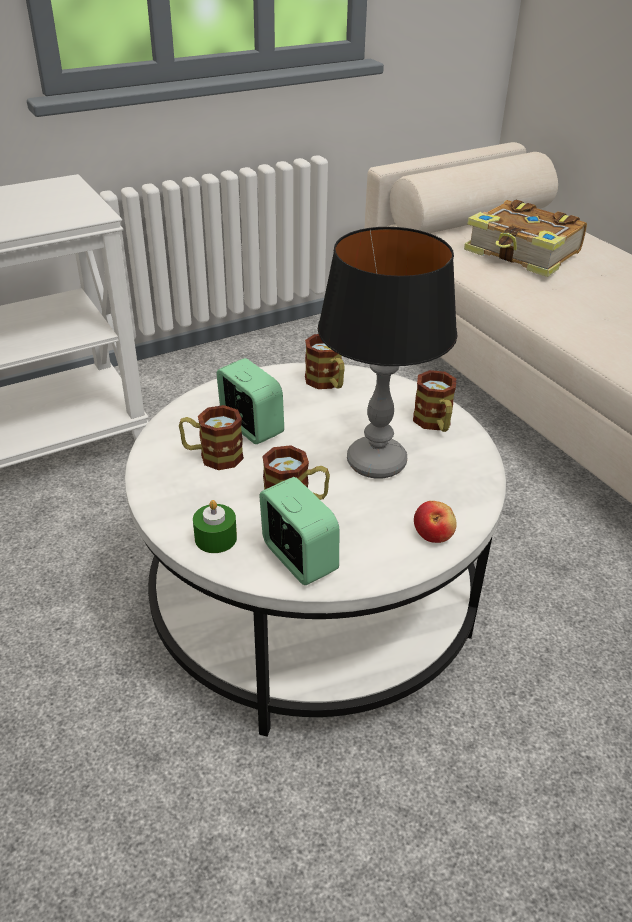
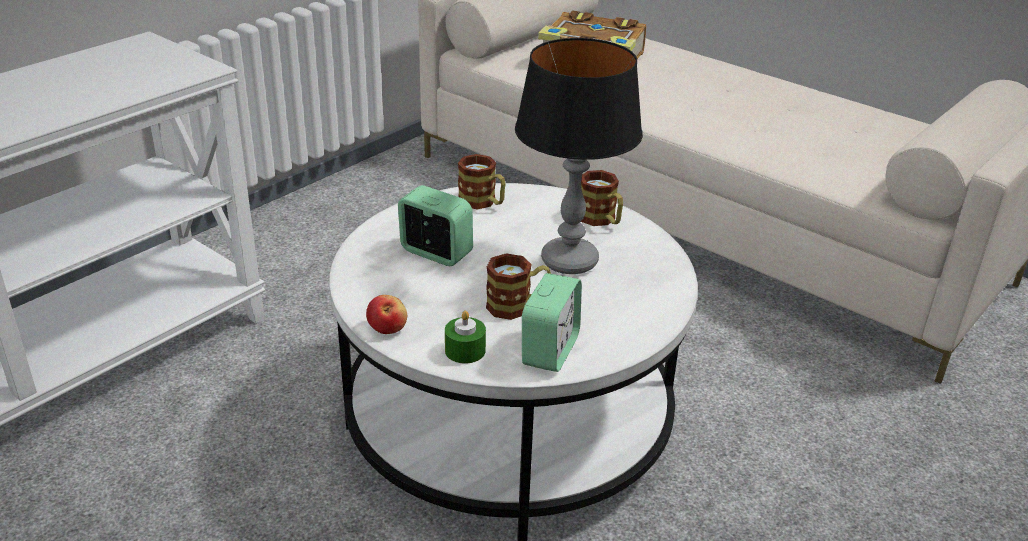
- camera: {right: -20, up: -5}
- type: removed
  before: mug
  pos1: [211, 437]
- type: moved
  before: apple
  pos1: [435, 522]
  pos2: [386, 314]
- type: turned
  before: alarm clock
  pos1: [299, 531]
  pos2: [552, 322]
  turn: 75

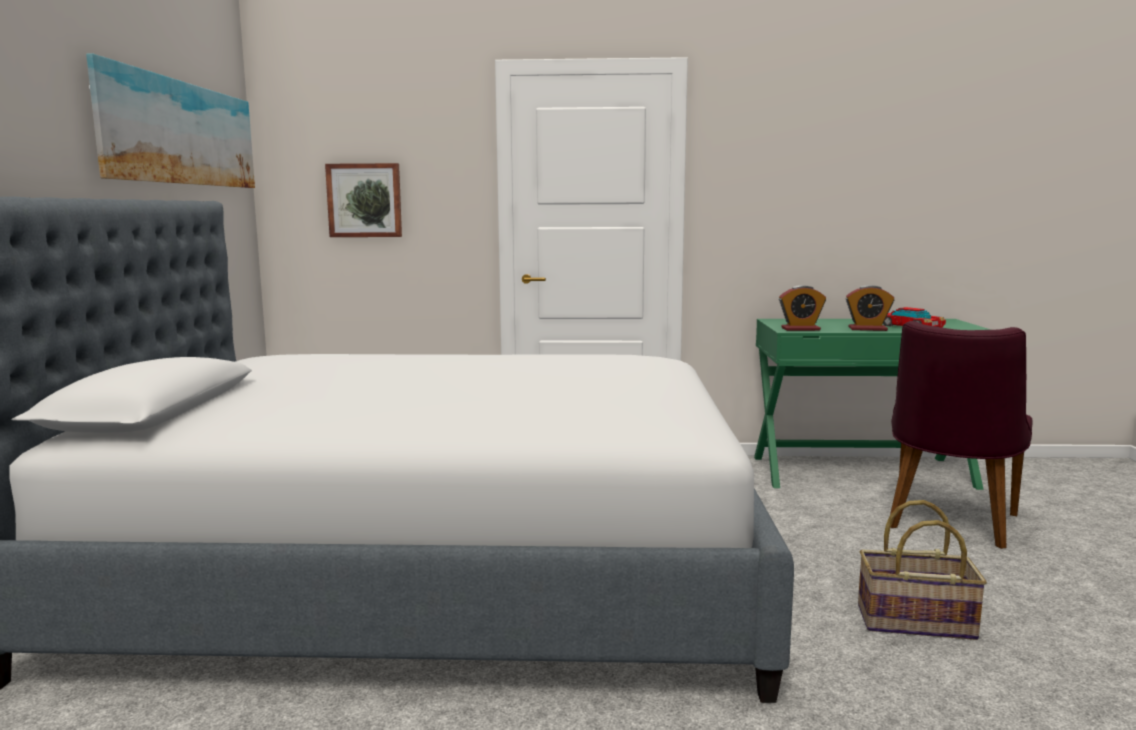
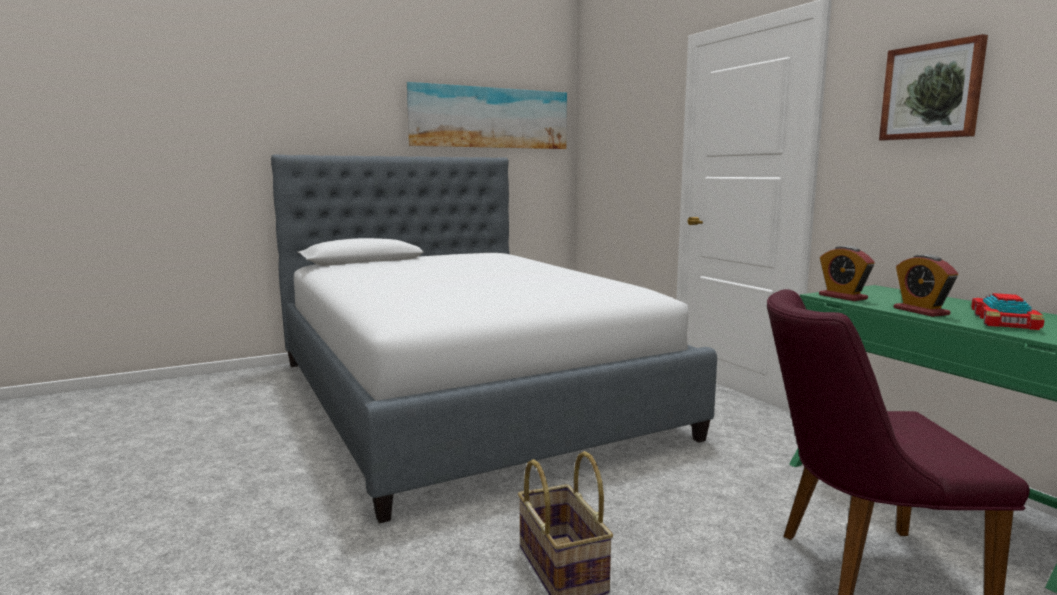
- camera: {right: 60, up: 0}
- type: moved
  before: picture
  pos1: [363, 200]
  pos2: [933, 87]

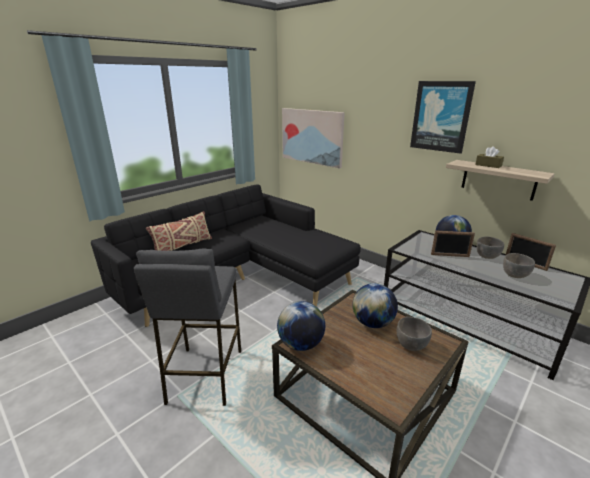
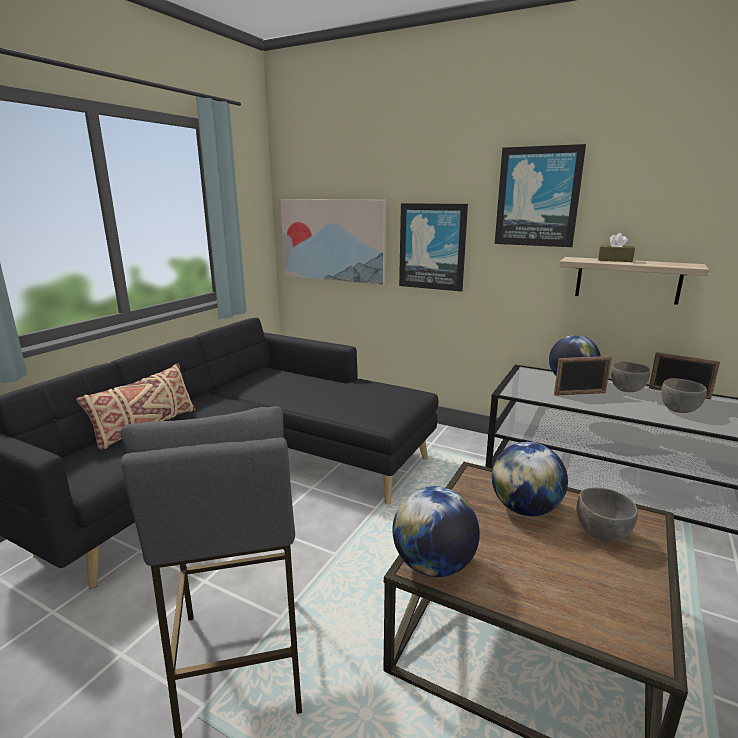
- camera: {right: -15, up: -5}
- type: added
  after: picture
  pos2: [433, 247]

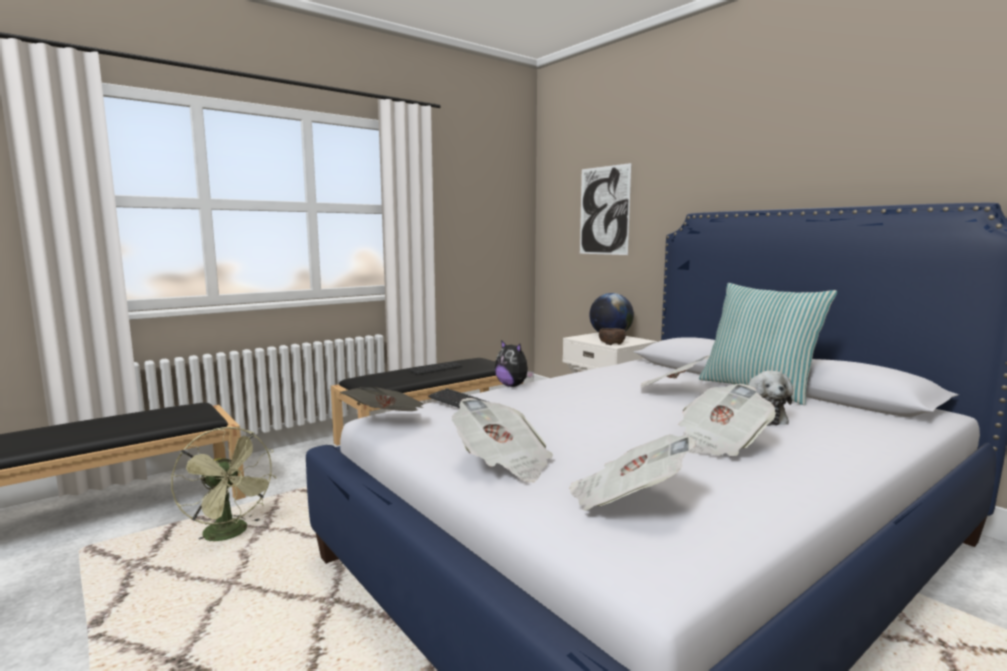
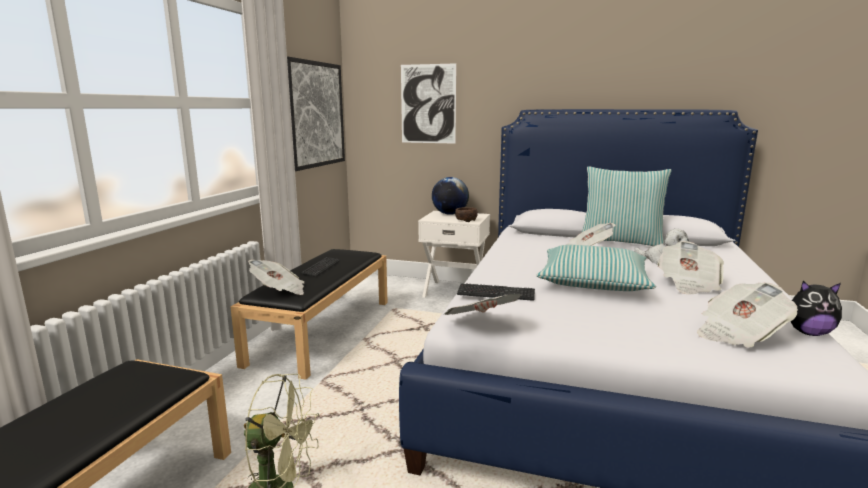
- camera: {right: -35, up: 5}
- type: added
  after: picture
  pos2: [316, 113]
- type: added
  after: pillow
  pos2: [596, 268]
- type: moved
  before: newspaper
  pos1: [502, 440]
  pos2: [276, 277]
- type: moved
  before: plush toy
  pos1: [514, 363]
  pos2: [816, 308]

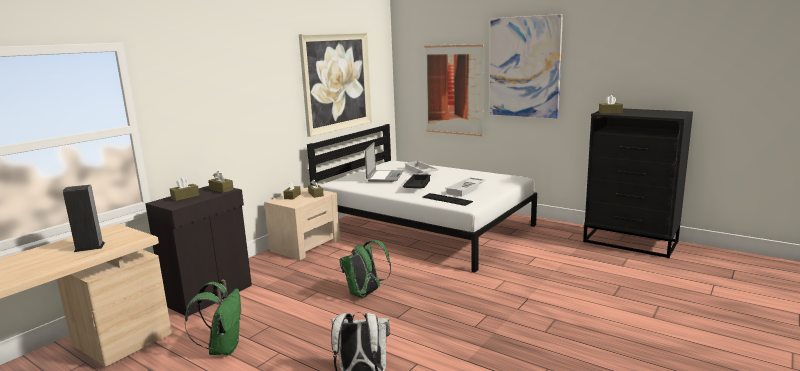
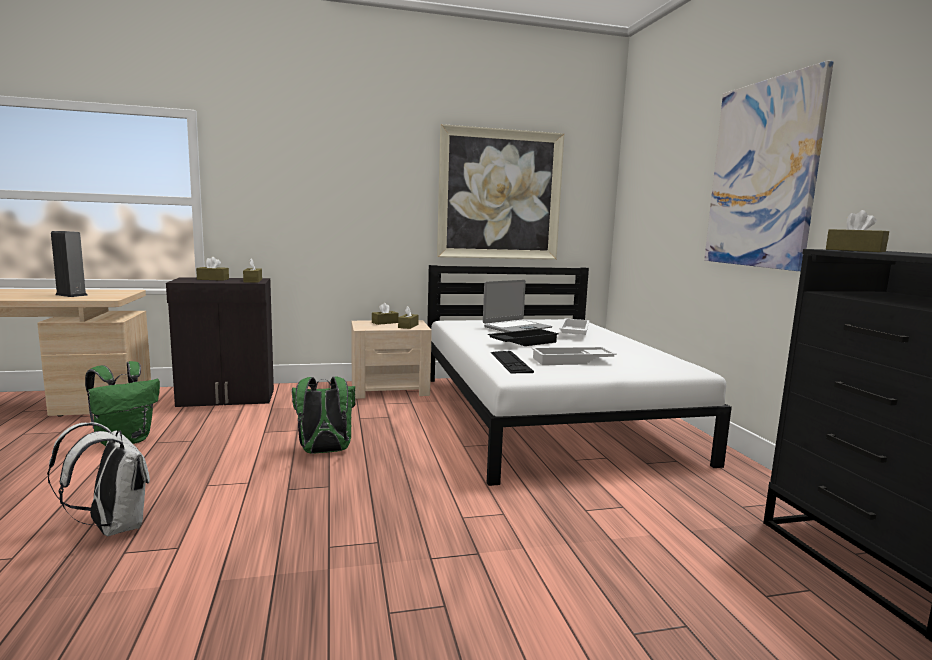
- camera: {right: 40, up: -5}
- type: removed
  before: picture
  pos1: [454, 90]

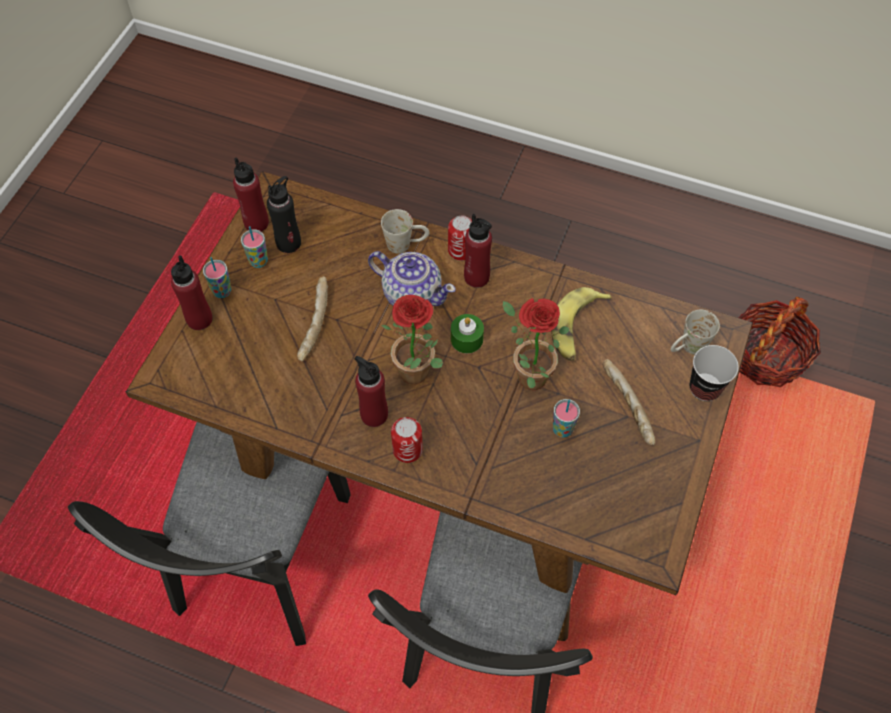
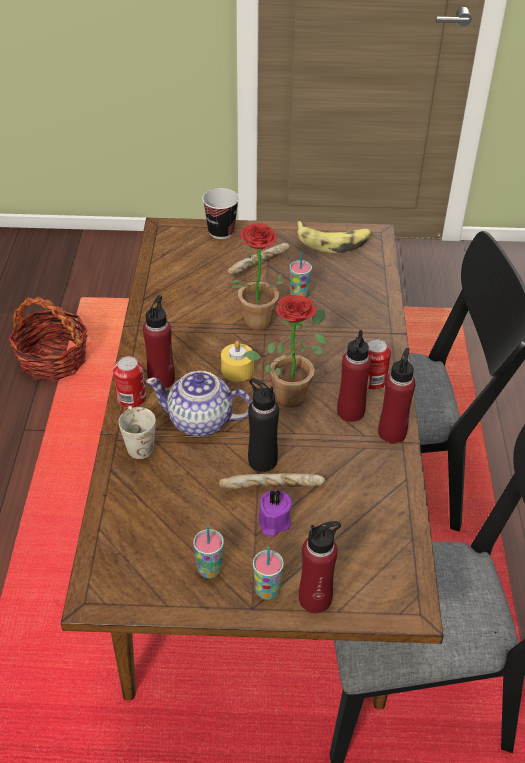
- camera: {right: -110, up: -15}
- type: removed
  before: mug/white
  pos1: [695, 332]
- type: added
  after: candle/purple
  pos2: [275, 512]
- type: moved
  before: bottle/red
  pos1: [251, 195]
  pos2: [397, 396]
- type: moved
  before: bottle/black
  pos1: [284, 214]
  pos2: [263, 425]
- type: moved
  before: banana
  pos1: [581, 324]
  pos2: [333, 237]
- type: recoloured
  before: candle/green
  after: candle/yellow
  pos1: [467, 333]
  pos2: [237, 361]
- type: turned
  before: teapot
  pos1: [412, 278]
  pos2: [199, 404]
  turn: -90

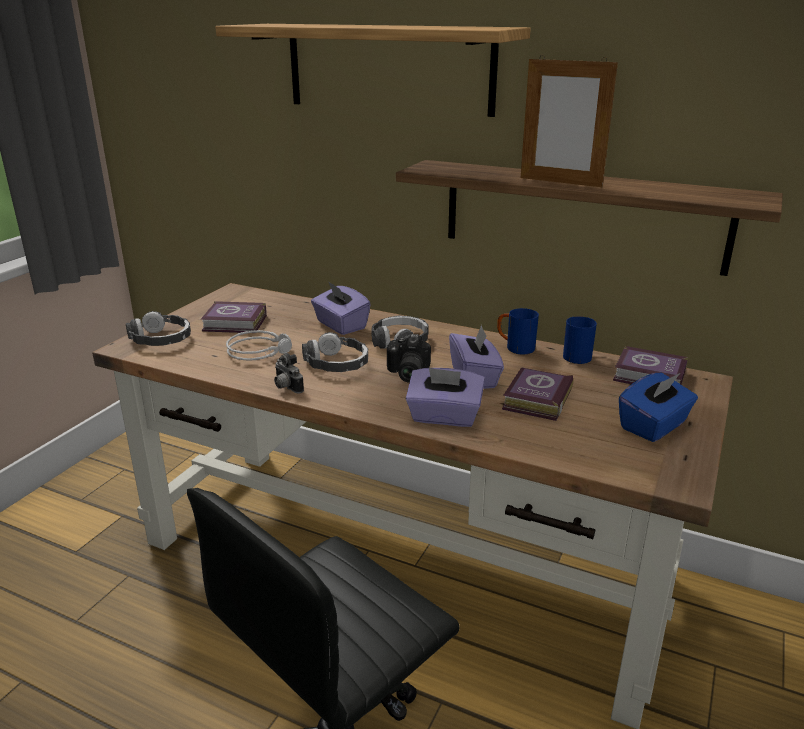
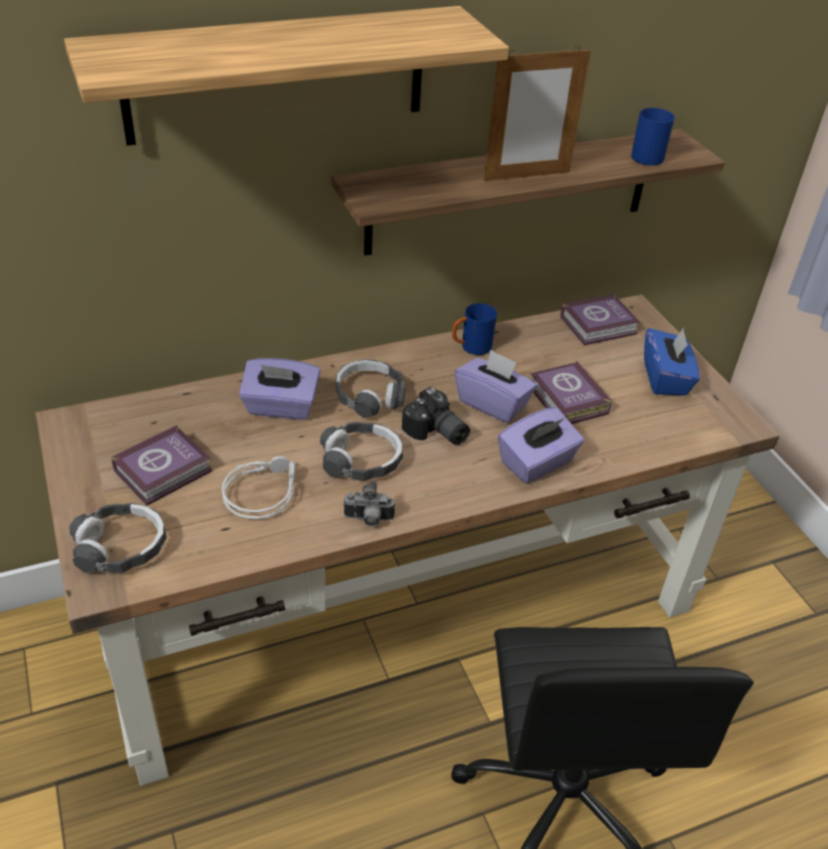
- camera: {right: -50, up: 15}
- type: moved
  before: mug/blue
  pos1: [580, 340]
  pos2: [653, 137]

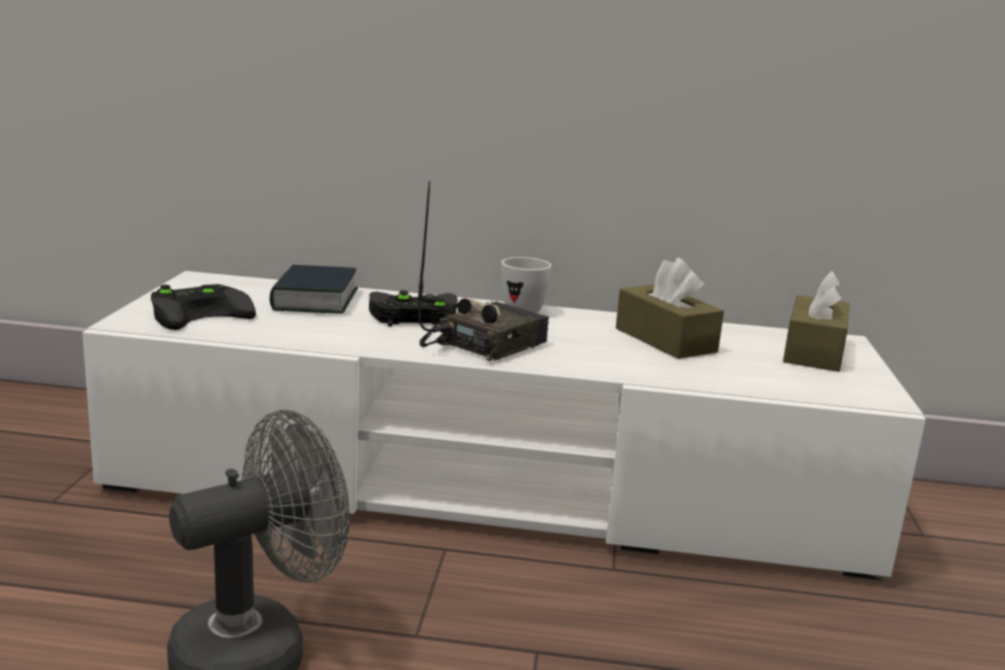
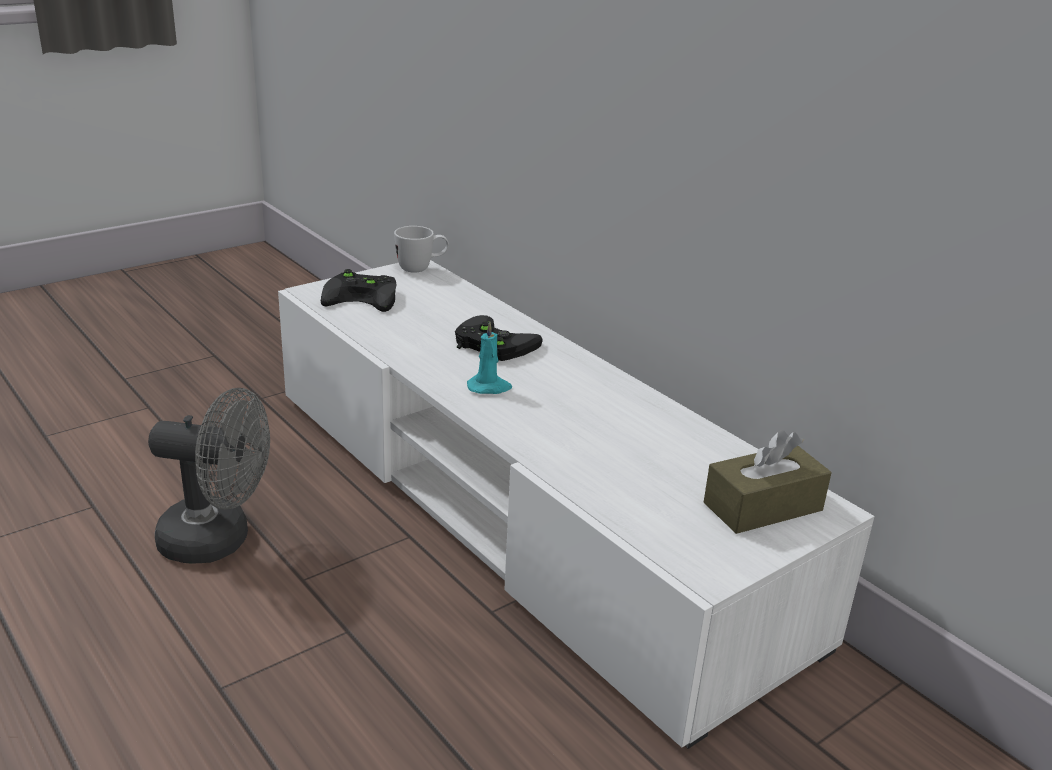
- camera: {right: 45, up: 10}
- type: removed
  before: book
  pos1: [314, 289]
- type: removed
  before: tissue box/brown
  pos1: [670, 308]
- type: moved
  before: mug/white
  pos1: [526, 285]
  pos2: [421, 249]
- type: replaced
  before: radio
  after: candle/turquoise
  pos1: [483, 271]
  pos2: [489, 357]

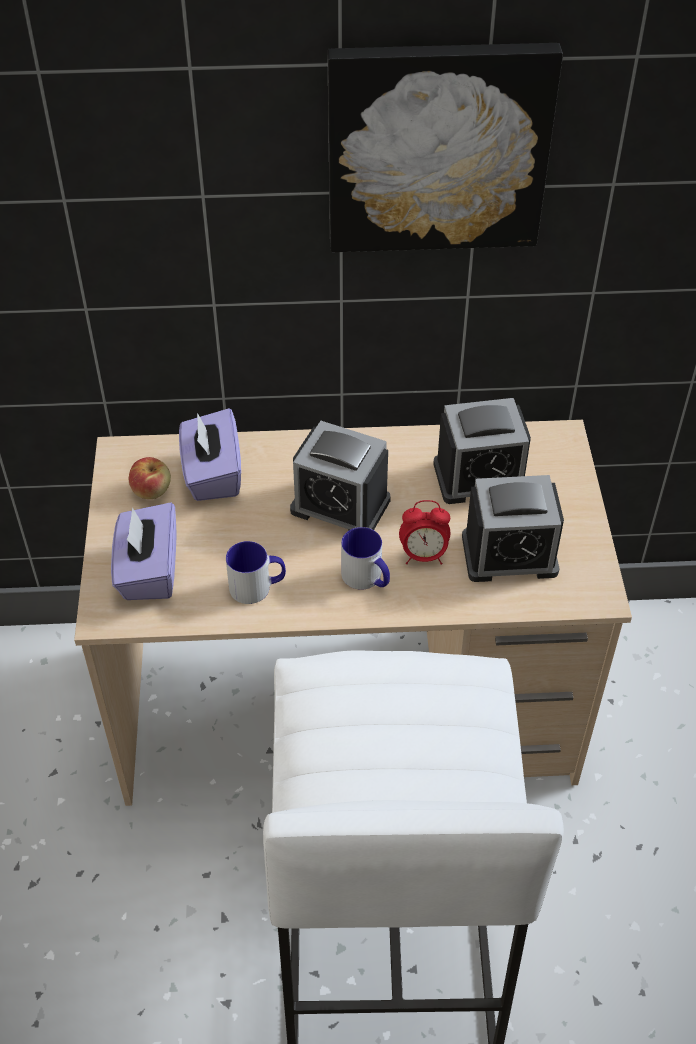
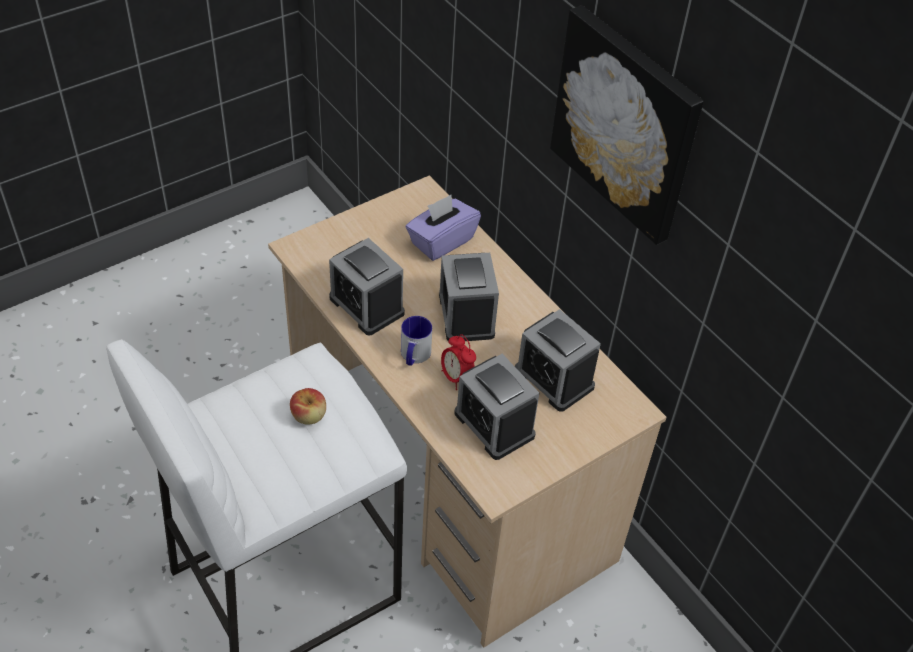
- camera: {right: 55, up: 0}
- type: removed
  before: tissue box/purple
  pos1: [144, 551]
- type: moved
  before: apple
  pos1: [150, 478]
  pos2: [308, 406]
- type: replaced
  before: mug
  after: alarm clock
  pos1: [256, 572]
  pos2: [367, 286]

